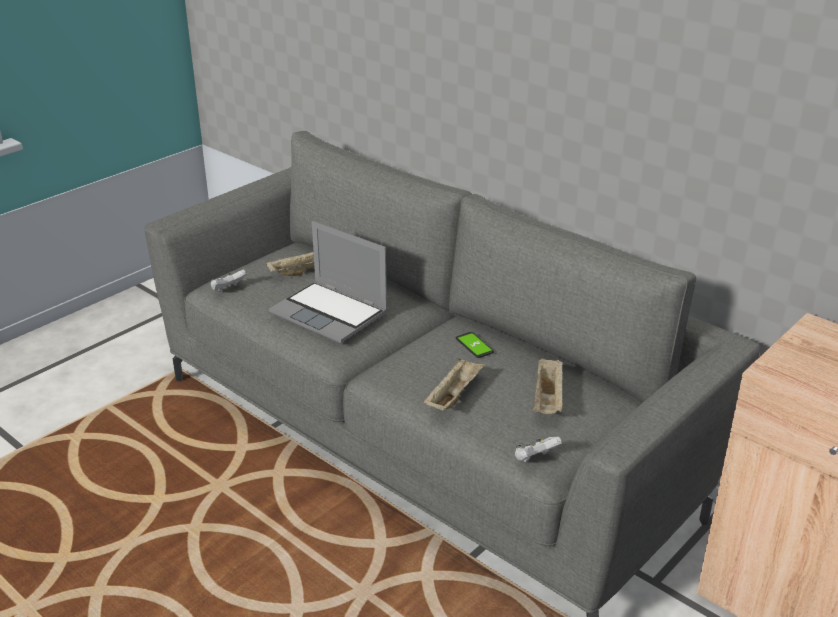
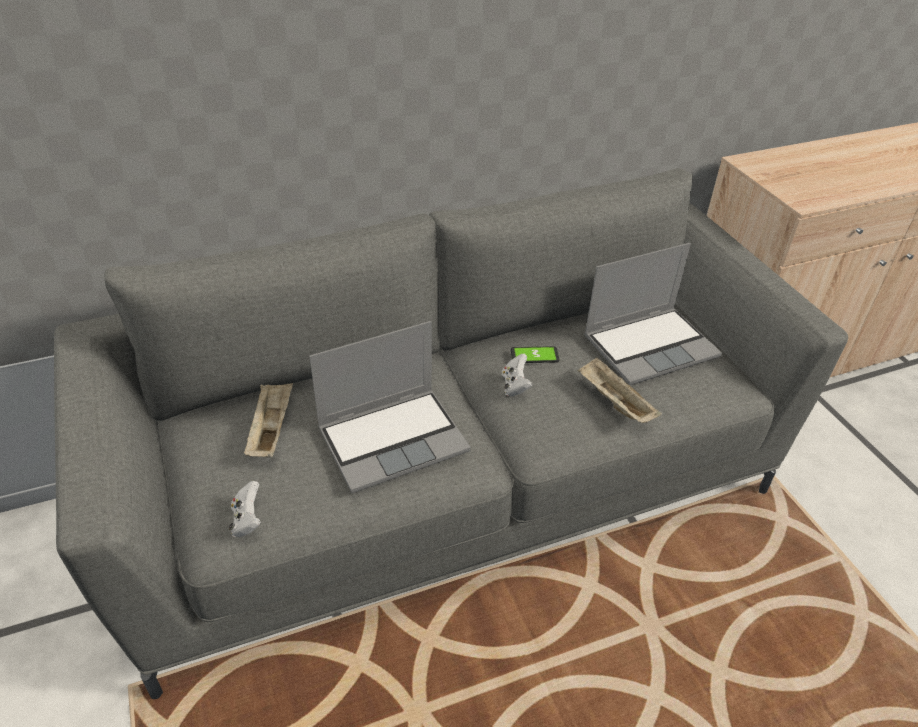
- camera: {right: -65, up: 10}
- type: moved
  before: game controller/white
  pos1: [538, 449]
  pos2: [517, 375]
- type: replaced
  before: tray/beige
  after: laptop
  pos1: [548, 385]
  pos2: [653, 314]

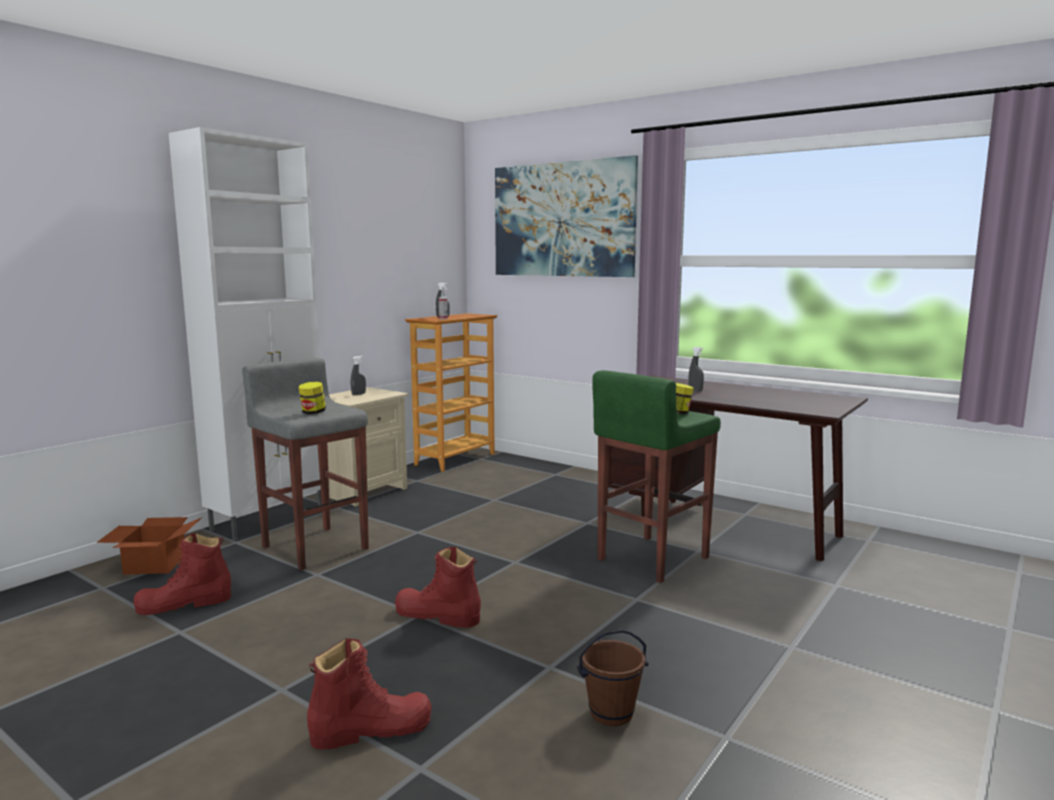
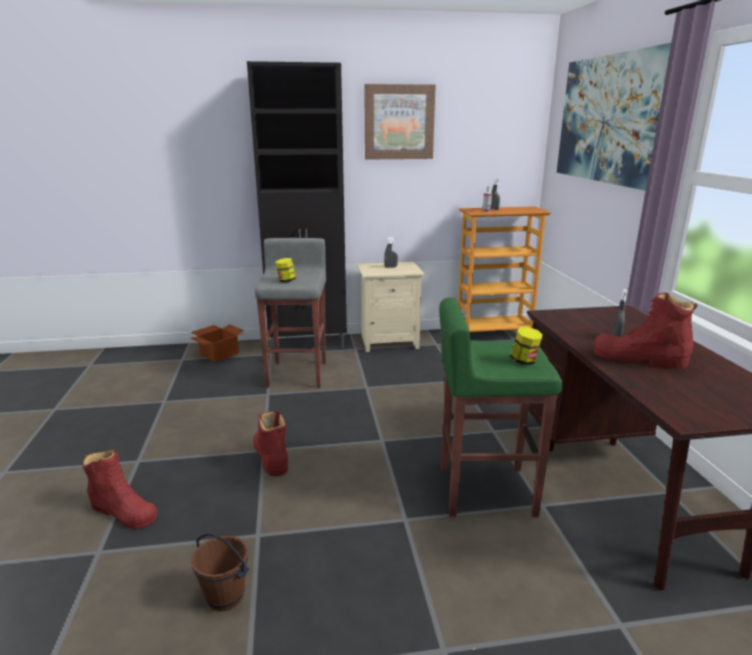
- camera: {right: 45, up: 10}
- type: added
  after: picture
  pos2: [400, 122]
- type: moved
  before: boot/red
  pos1: [182, 574]
  pos2: [646, 331]
- type: recoloured
  before: cabinet/white
  after: cabinet/black
  pos1: [245, 334]
  pos2: [297, 205]

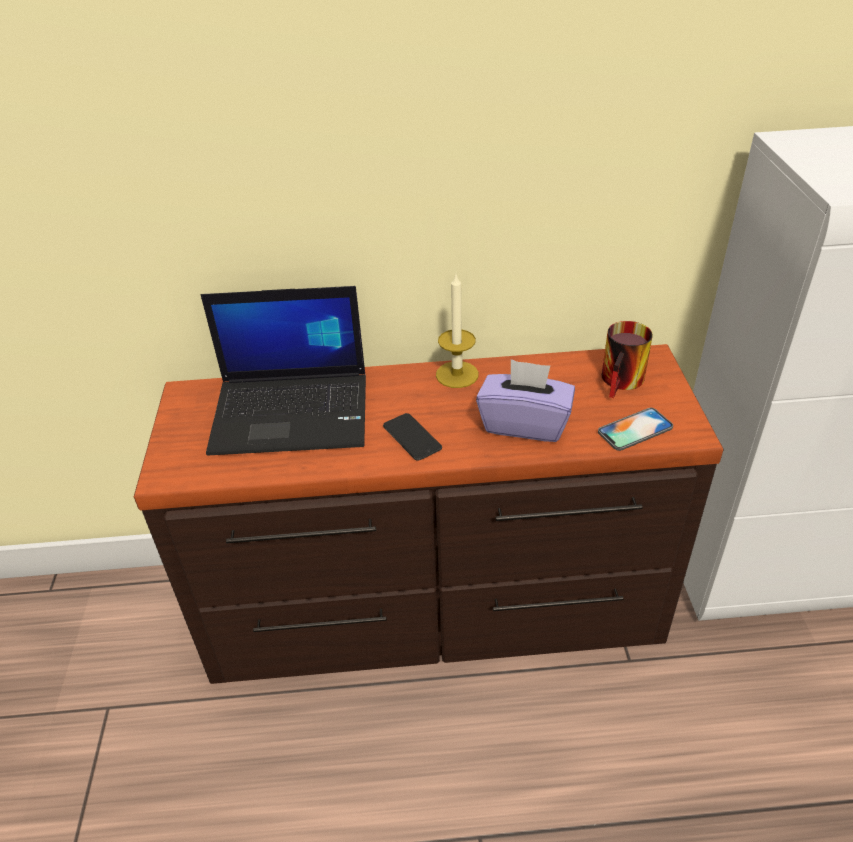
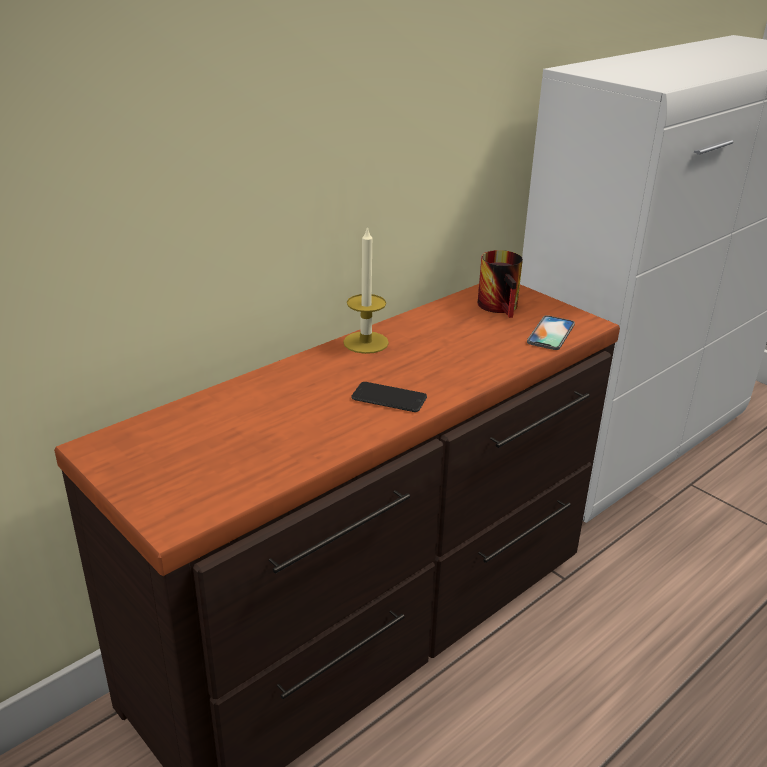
- camera: {right: -40, up: -10}
- type: removed
  before: laptop
  pos1: [283, 371]
- type: removed
  before: tissue box/purple
  pos1: [525, 400]

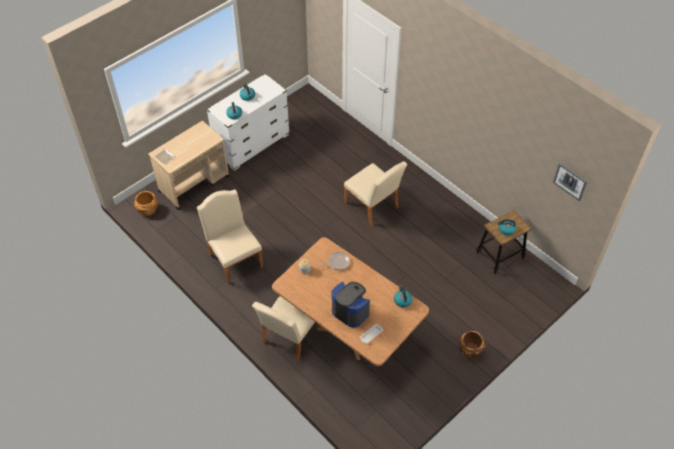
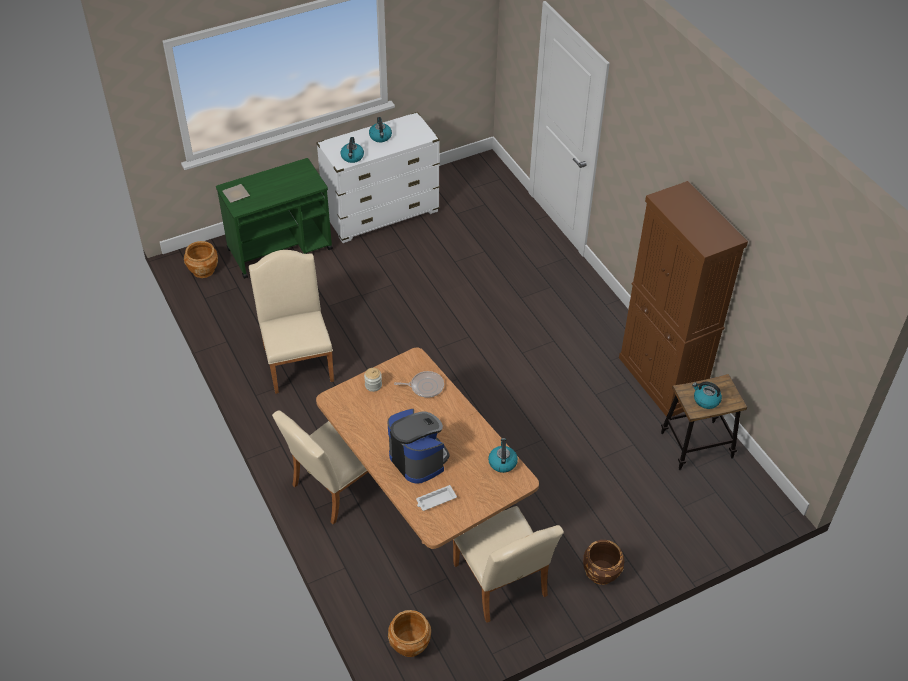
- camera: {right: 15, up: -5}
- type: removed
  before: picture
  pos1: [570, 182]
- type: added
  after: planter/brown
  pos2: [409, 633]
- type: added
  after: cabinet/brown
  pos2: [683, 299]
- type: moved
  before: chair/beige
  pos1: [375, 194]
  pos2: [508, 564]
- type: recoloured
  before: cart/beige
  after: cart/green
  pos1: [189, 165]
  pos2: [274, 218]

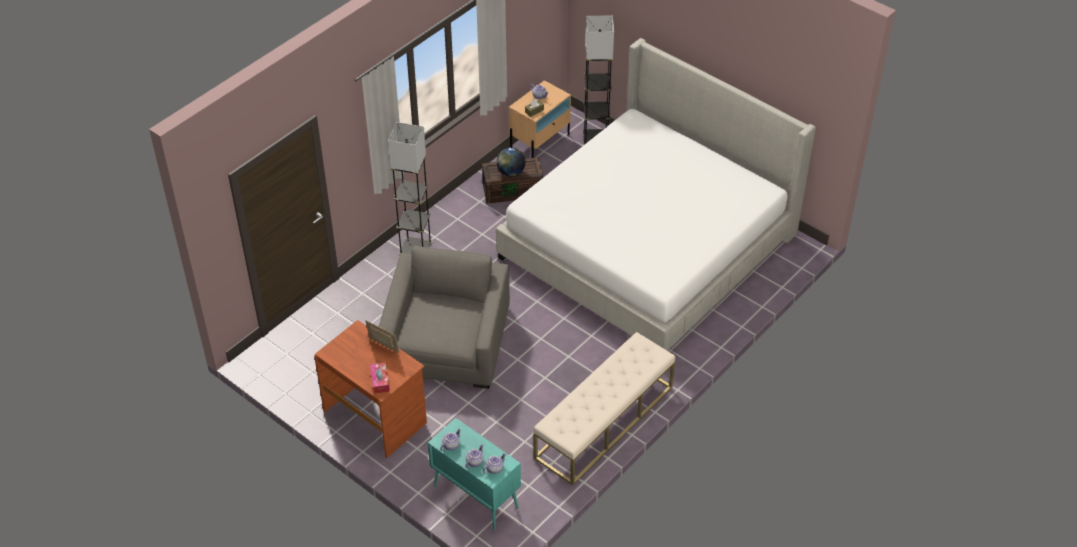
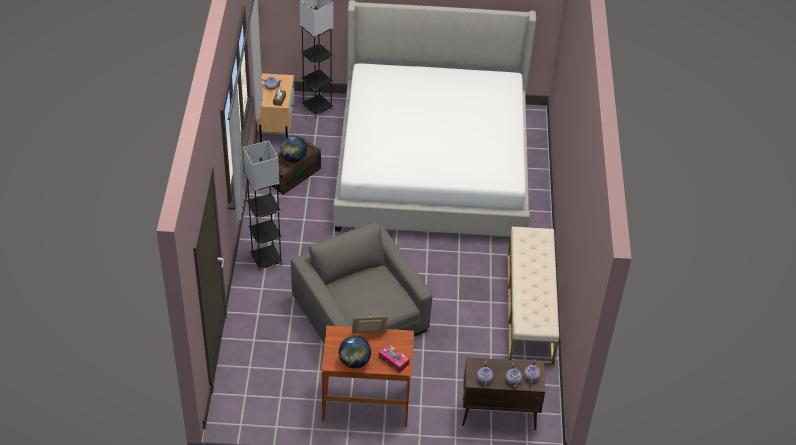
- camera: {right: -40, up: 0}
- type: added
  after: globe
  pos2: [355, 352]
- type: recoloured
  before: cabinet/turquoise
  after: cabinet/brown
  pos1: [474, 474]
  pos2: [503, 393]

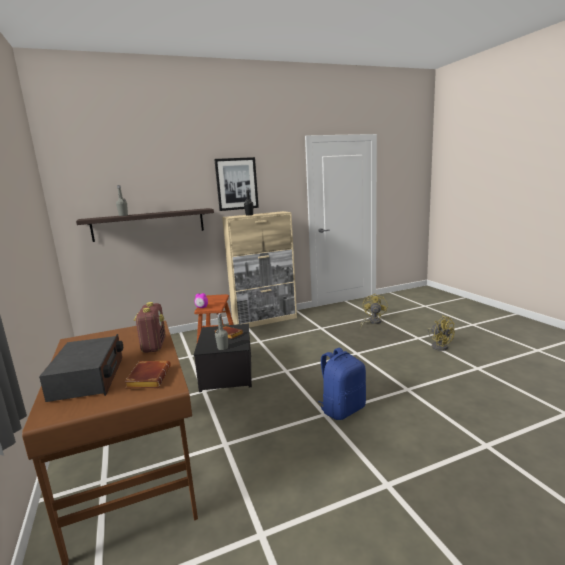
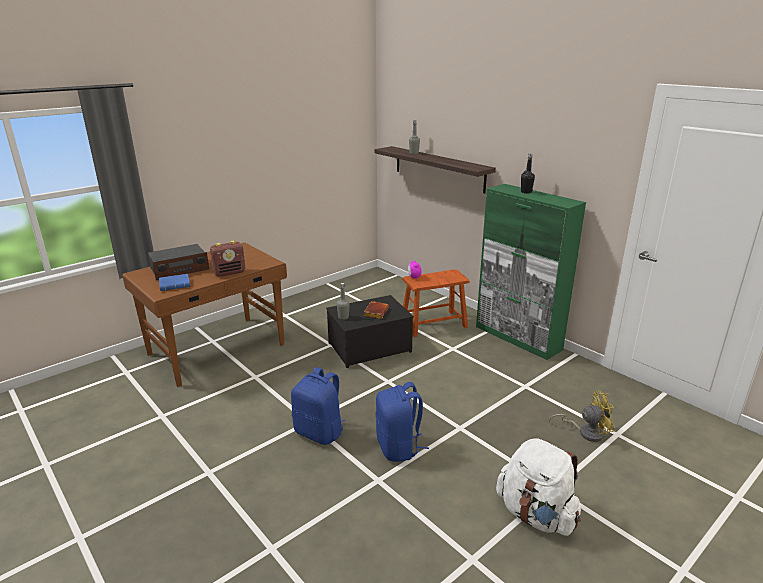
- camera: {right: 70, up: 10}
- type: removed
  before: picture
  pos1: [236, 184]
- type: added
  after: backpack/blue
  pos2: [402, 422]
- type: replaced
  before: fan/yellow
  after: backpack/white
  pos1: [441, 333]
  pos2: [538, 487]
- type: recoloured
  before: book/brown
  after: book/blue
  pos1: [147, 375]
  pos2: [174, 282]
- type: recoloured
  before: cabinet/beige
  after: cabinet/green
  pos1: [259, 269]
  pos2: [531, 272]

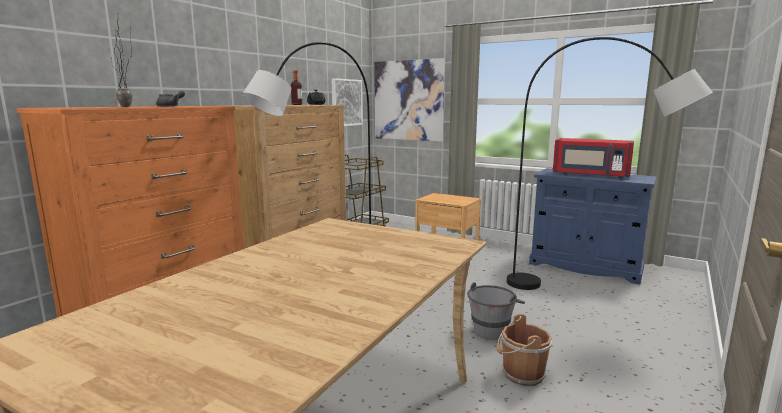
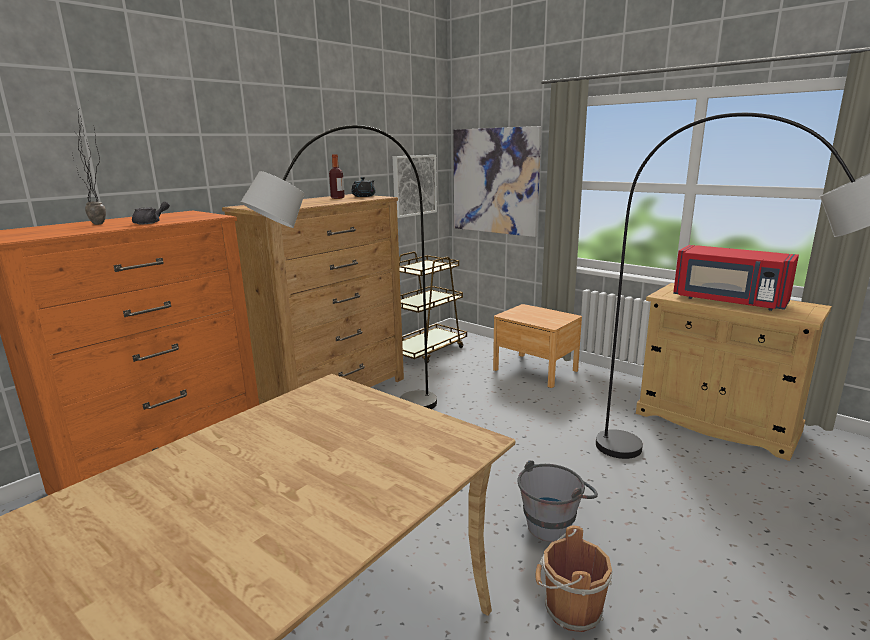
- camera: {right: 10, up: 5}
- type: recoloured
  before: cabinet/blue
  after: cabinet/beige
  pos1: [593, 226]
  pos2: [734, 372]

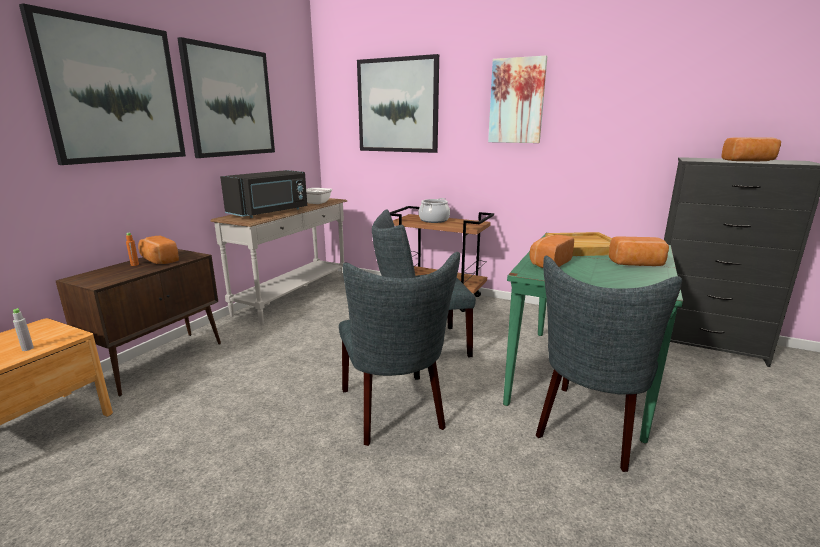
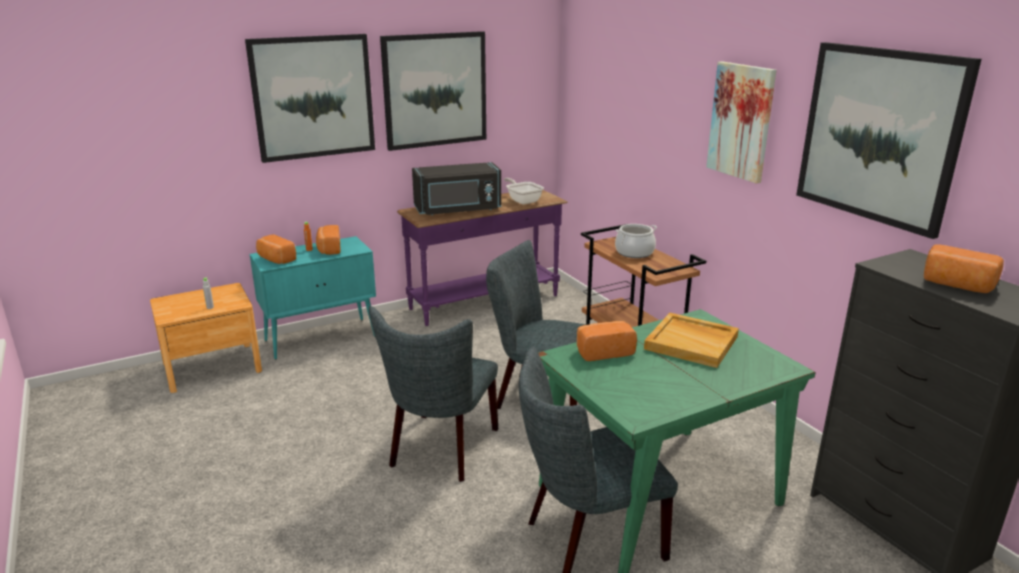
- camera: {right: 35, up: 5}
- type: moved
  before: picture
  pos1: [398, 103]
  pos2: [889, 140]
- type: moved
  before: bread
  pos1: [639, 251]
  pos2: [276, 249]
- type: recoloured
  before: cabinet/brown
  after: cabinet/turquoise
  pos1: [138, 322]
  pos2: [313, 298]
- type: recoloured
  before: console table/white
  after: console table/purple
  pos1: [278, 261]
  pos2: [482, 258]

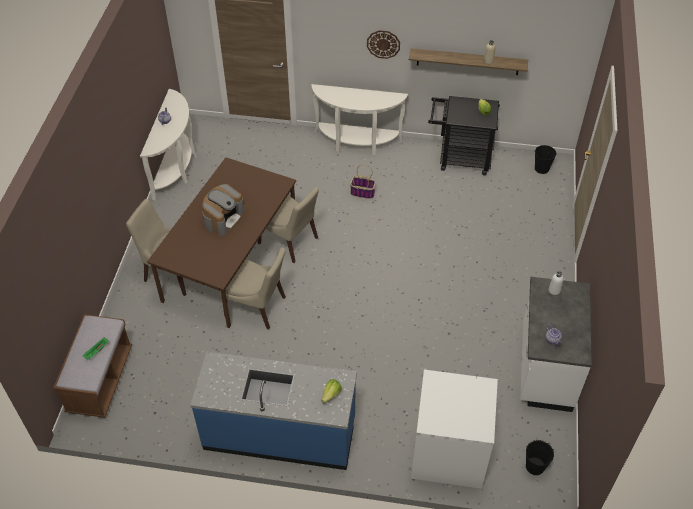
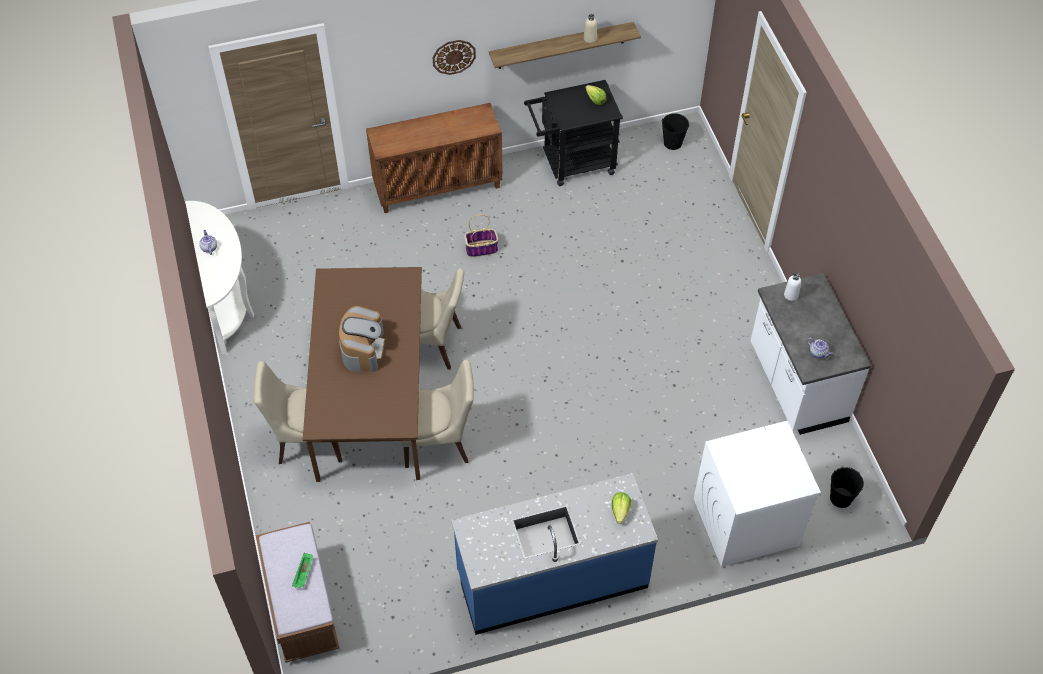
- camera: {right: -25, up: 5}
- type: replaced
  before: console table/white
  after: cabinet/brown
  pos1: [359, 119]
  pos2: [434, 158]

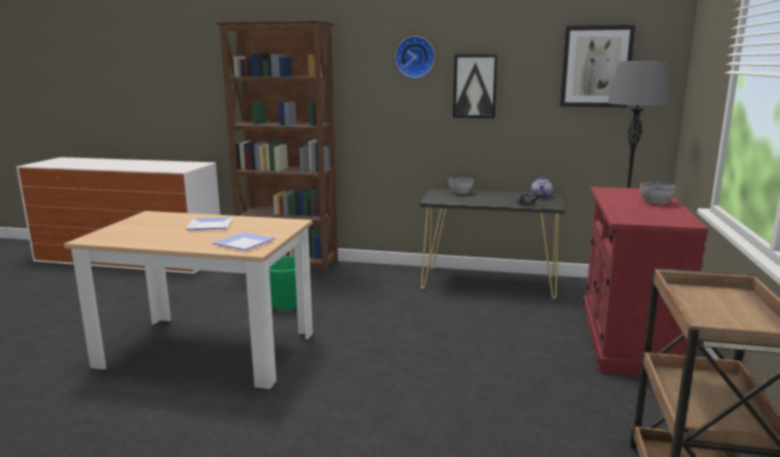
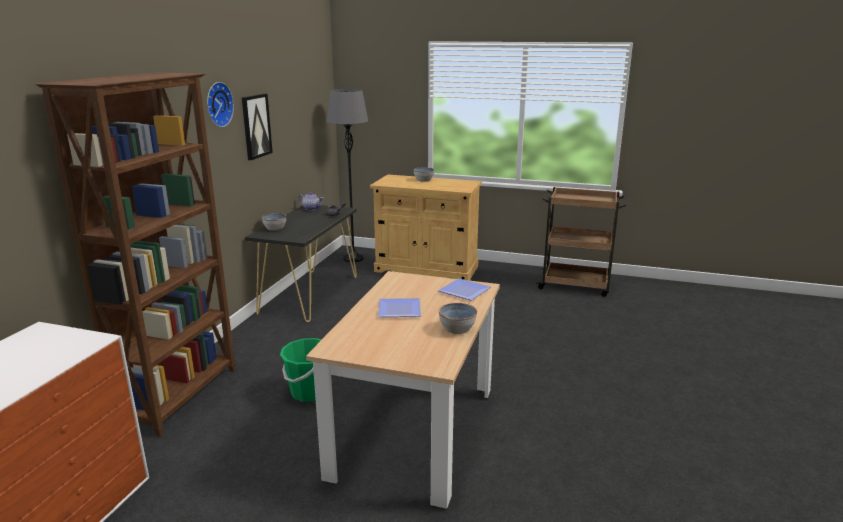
- camera: {right: -85, up: 5}
- type: removed
  before: picture
  pos1: [597, 66]
- type: added
  after: bowl
  pos2: [458, 318]
- type: recoloured
  before: cabinet/red
  after: cabinet/beige
  pos1: [645, 282]
  pos2: [426, 227]

